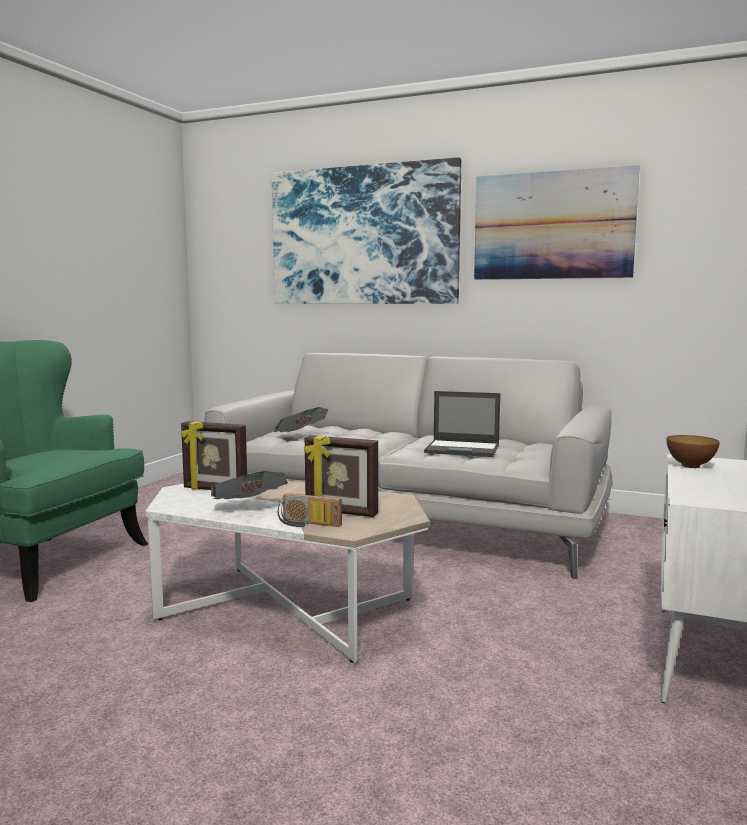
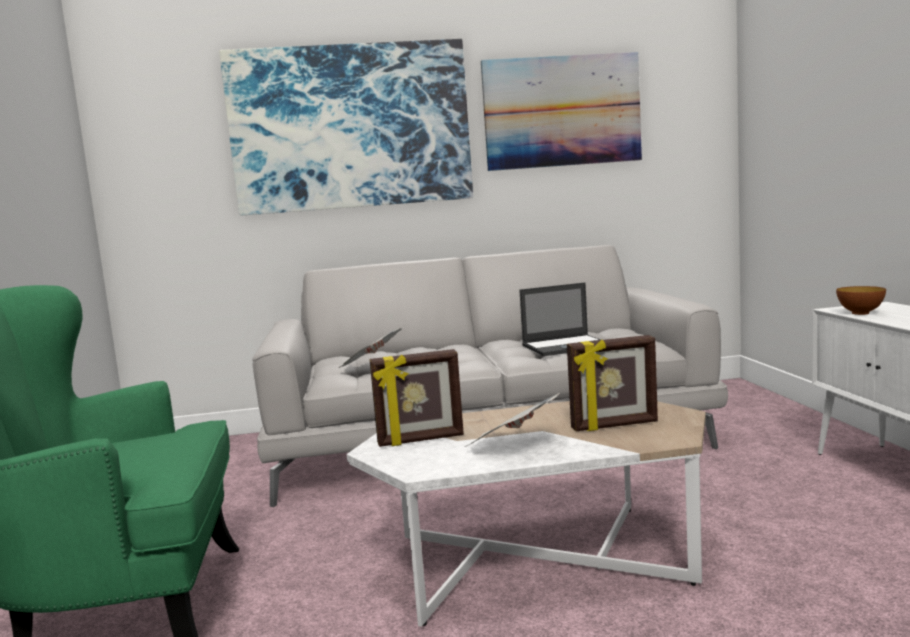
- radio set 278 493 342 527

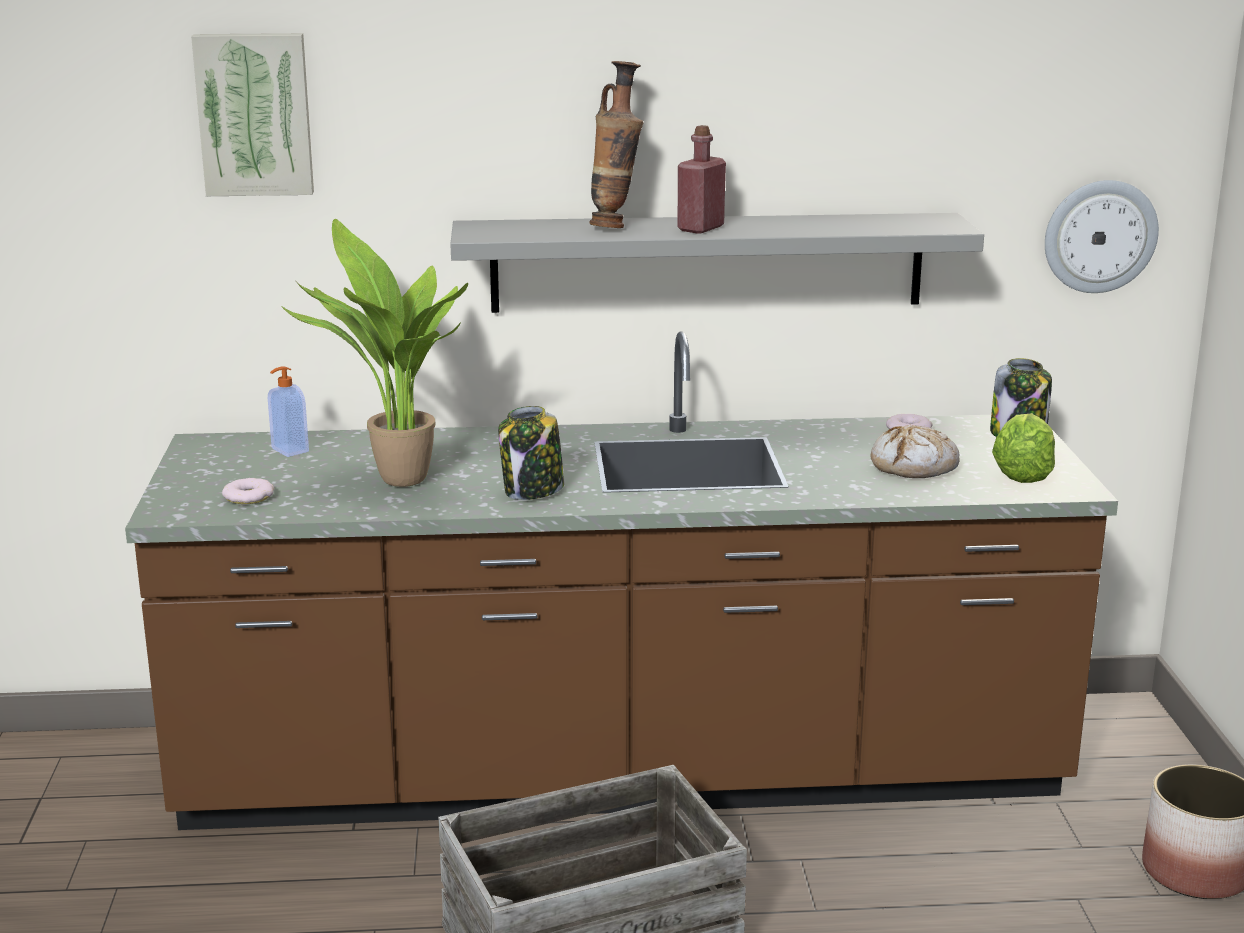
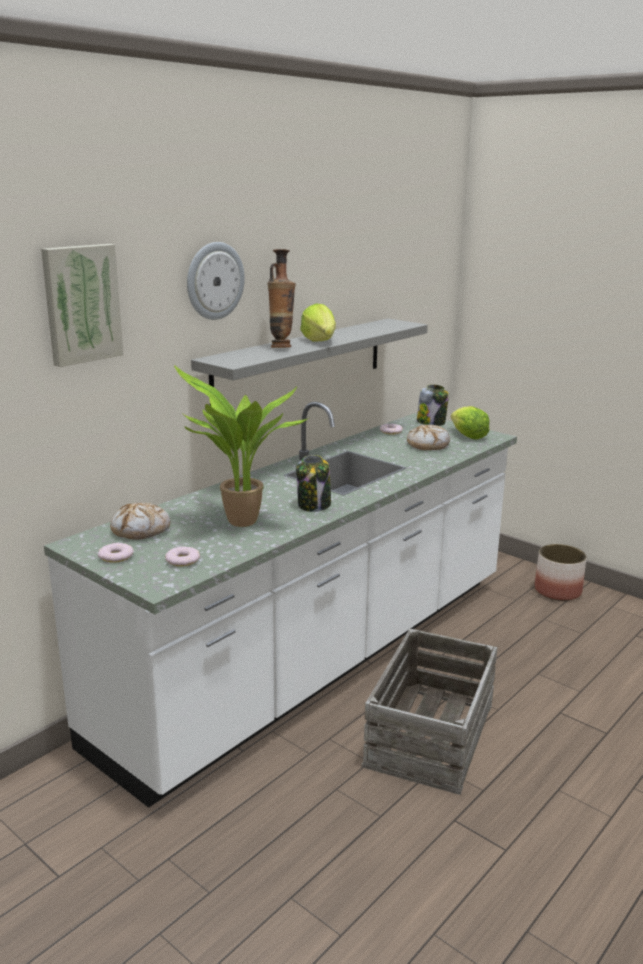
~ kitchen counter (brownish) 125 332 1118 830 to kitchen counter (whitish) 44 402 517 808
+ doughnut 98 543 134 563
~ soap bottle 268 366 309 457 to baked bread 110 502 170 540
~ hanging clock 1045 180 1159 293 to 187 242 245 320
~ bottle (reddish) 677 125 726 234 to head of lettuce 300 303 336 341

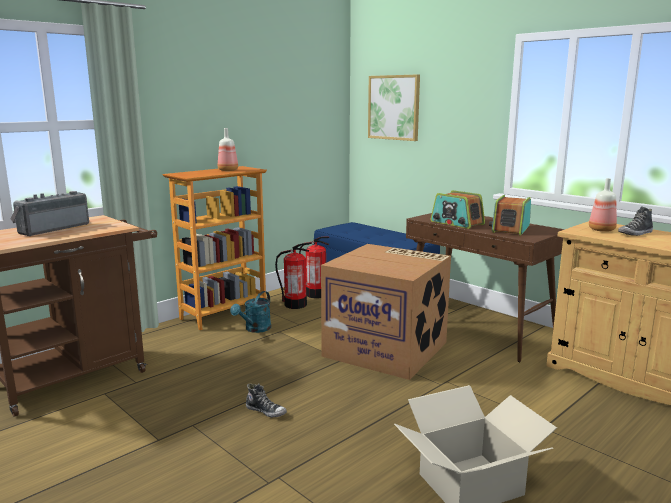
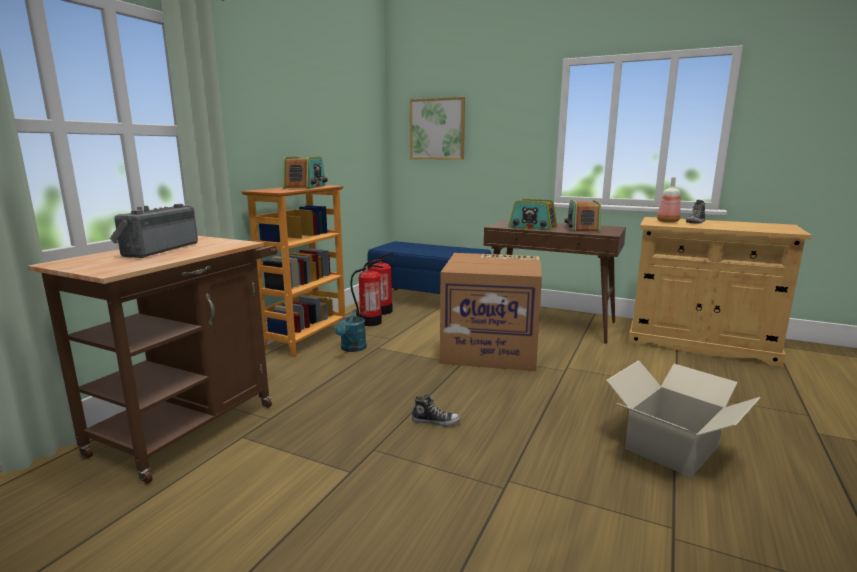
~ bottle 218 128 238 171 to radio set 283 157 328 189

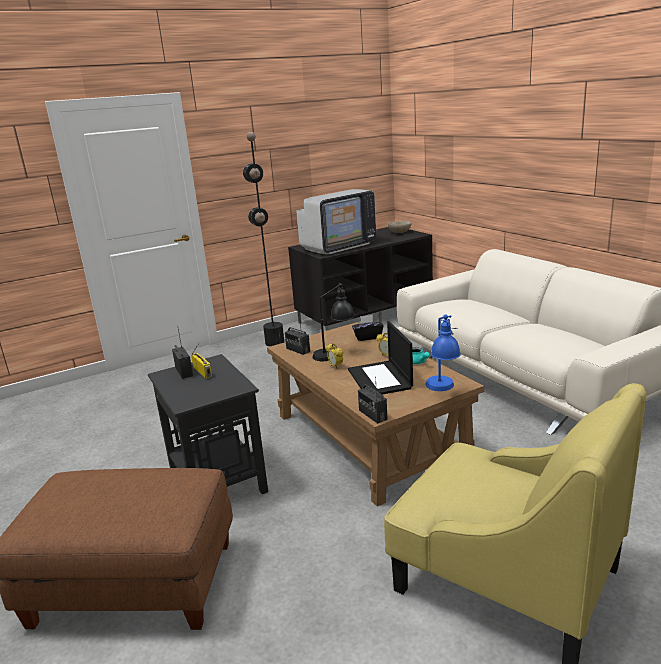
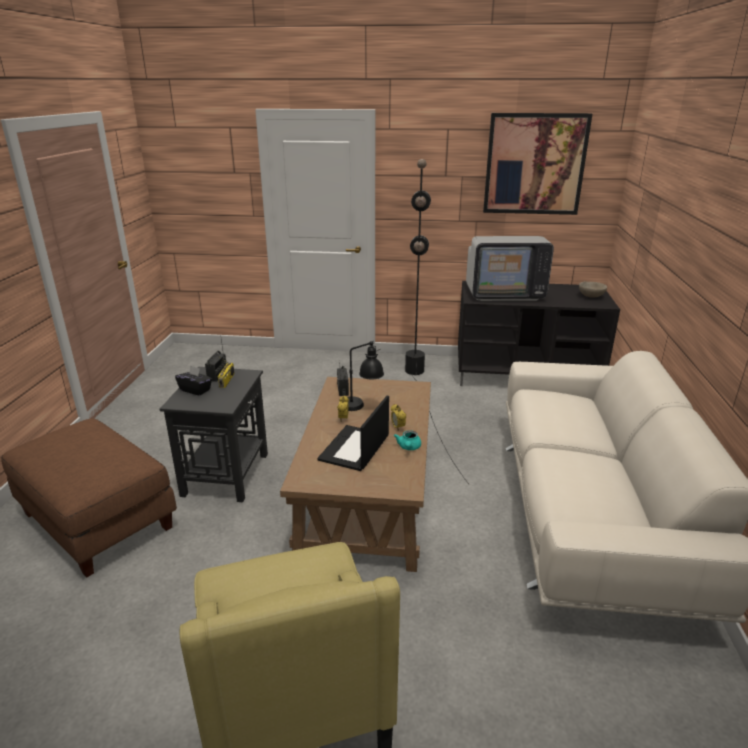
~ box of tissues (black) 352 315 384 341 to 175 366 212 396
+ picture 483 113 592 215
- radio set 358 377 388 424
- tabletop lamp (blue-coloured) 426 315 461 391

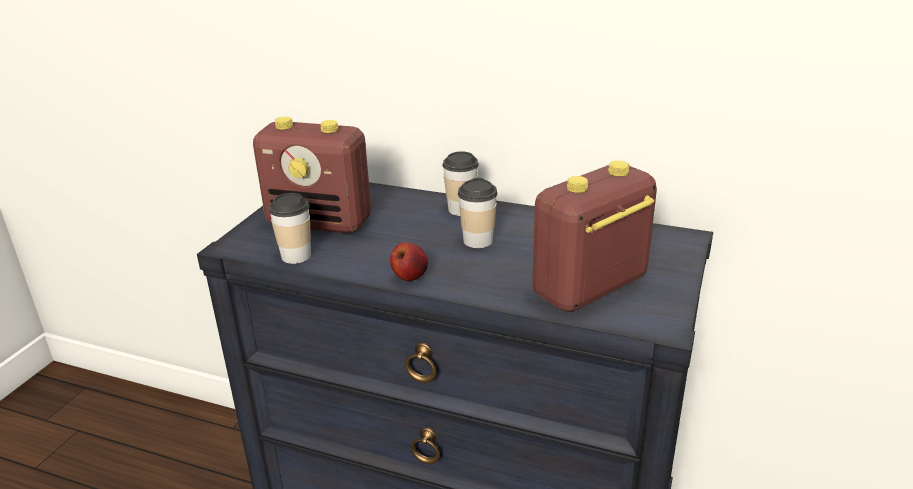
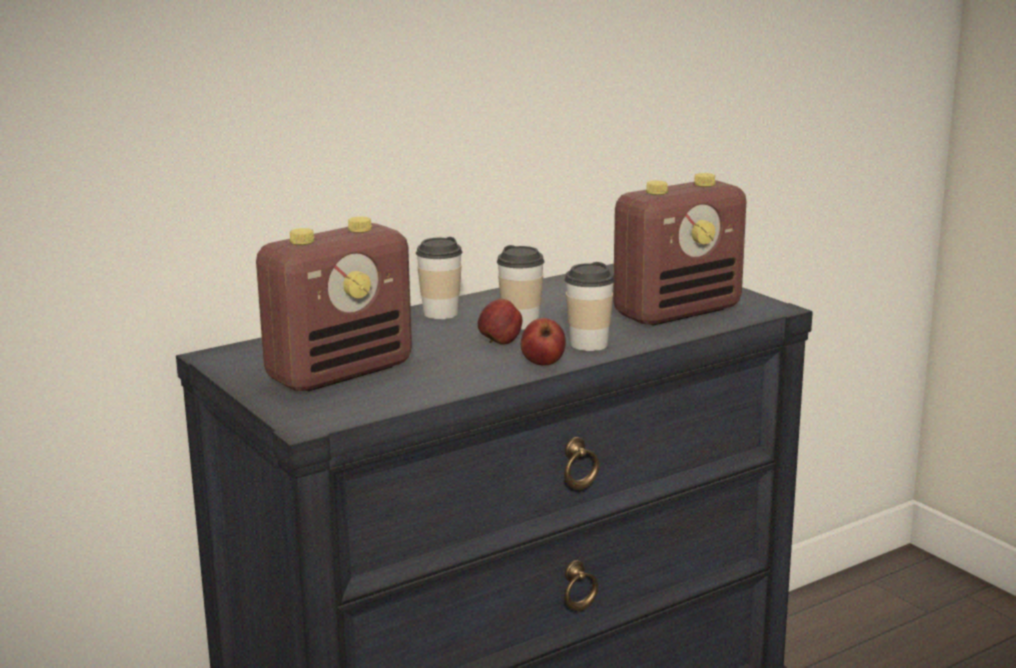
+ apple fruit 478 299 522 345
~ cup 268 193 311 264 to 565 262 615 351
~ radio set 532 161 657 312 = 613 173 746 326 120 degrees counterclockwise

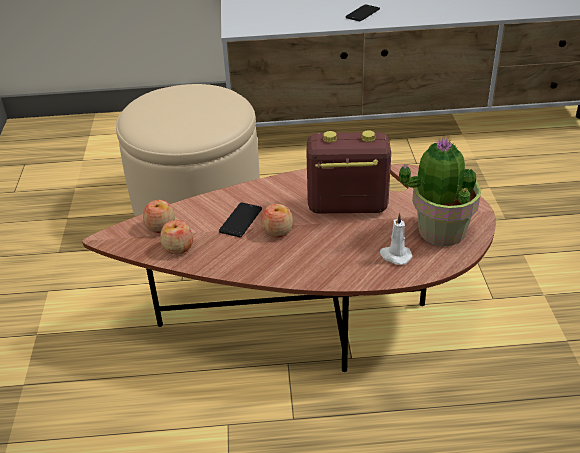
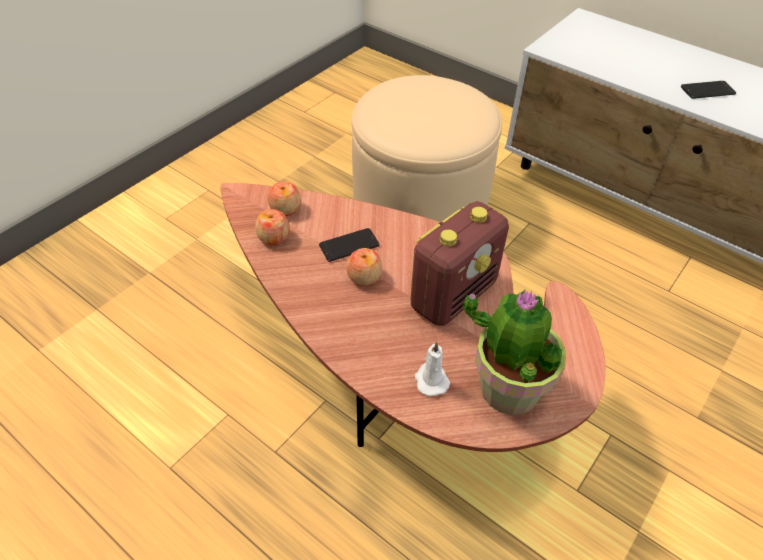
~ radio set 307 130 391 213 = 411 201 509 326 90 degrees clockwise

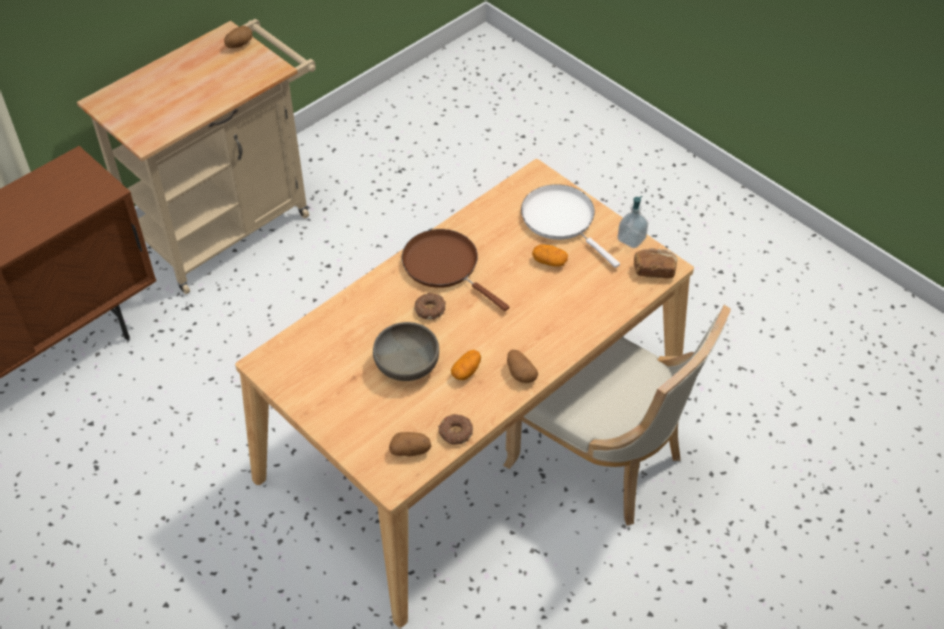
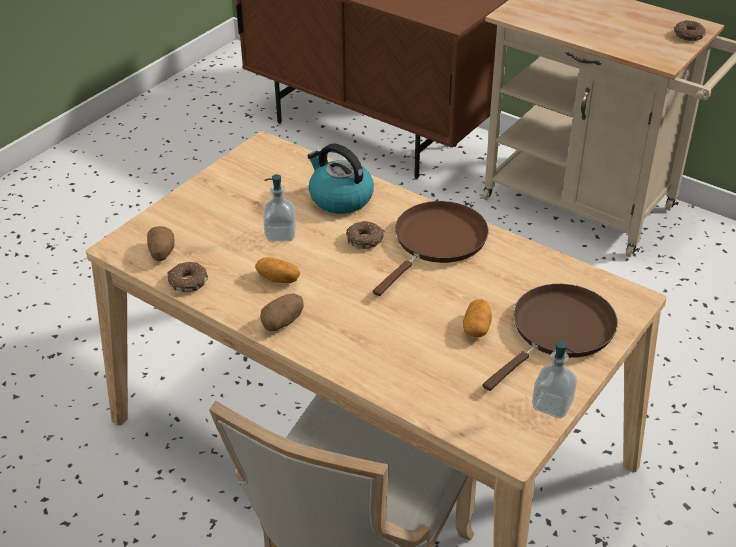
~ serving bowl (gray) 373 322 439 381 to soap bottle 263 174 296 242
+ tea kettle 307 144 374 214
~ skillet (whitish) 521 184 620 268 to skillet (brownish) 483 284 618 391
~ potato 224 26 252 48 to doughnut 674 20 706 41
- baked bread 634 248 677 278

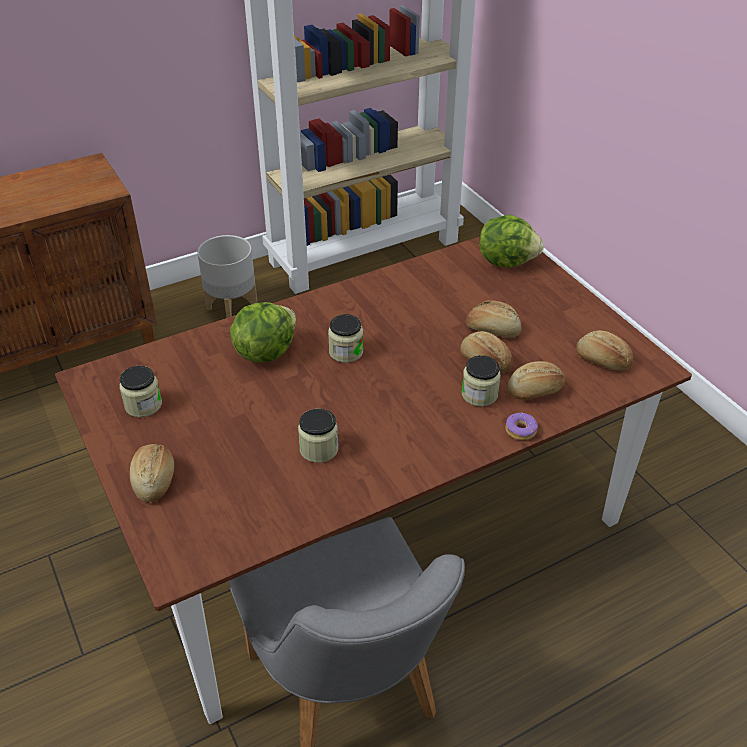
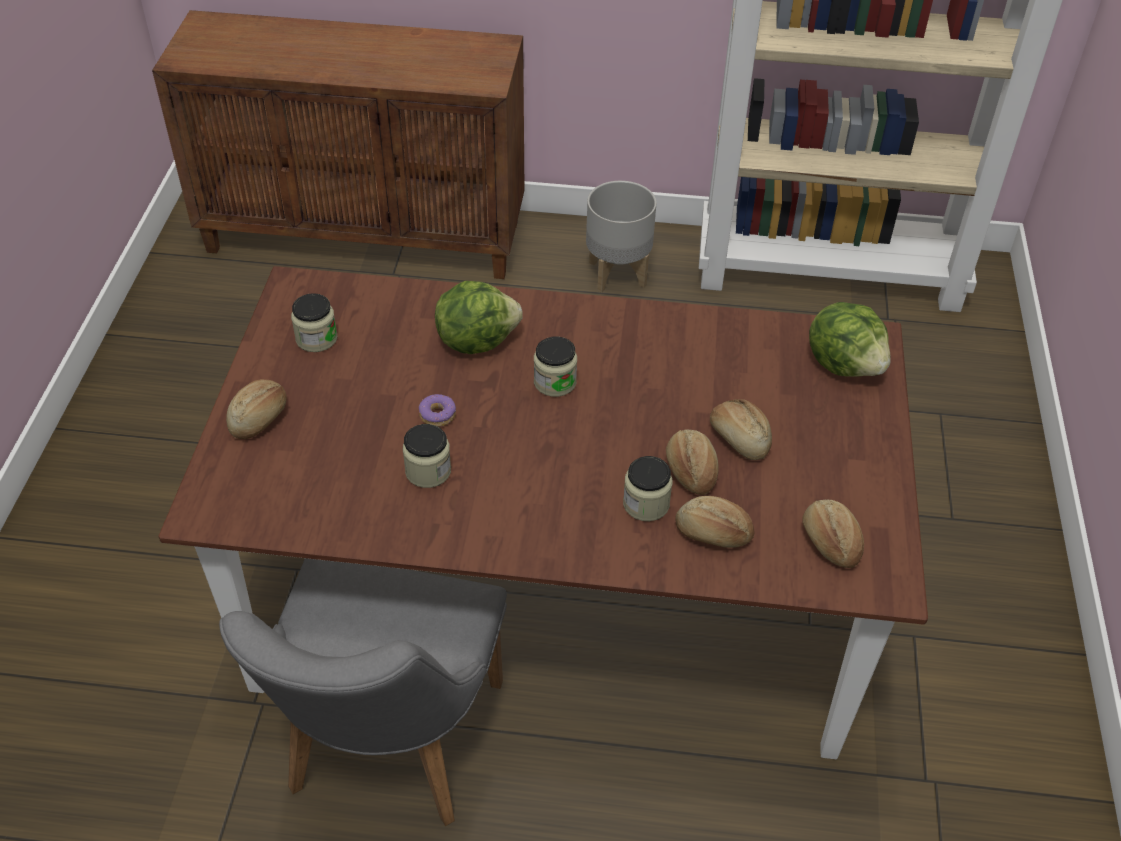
~ doughnut 505 413 538 440 to 419 394 456 427

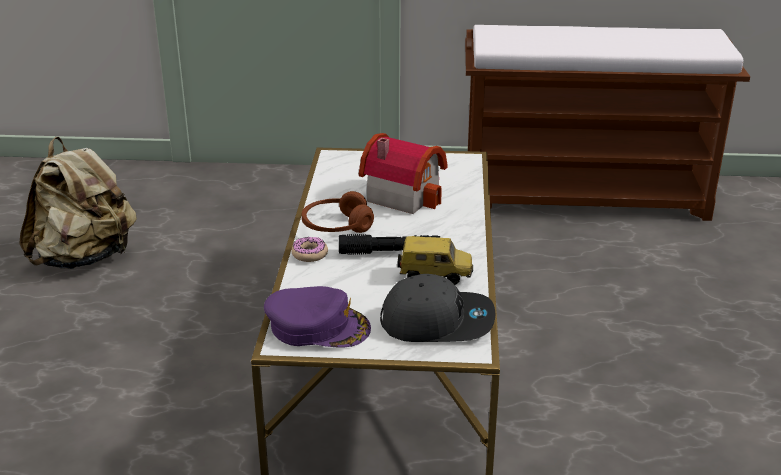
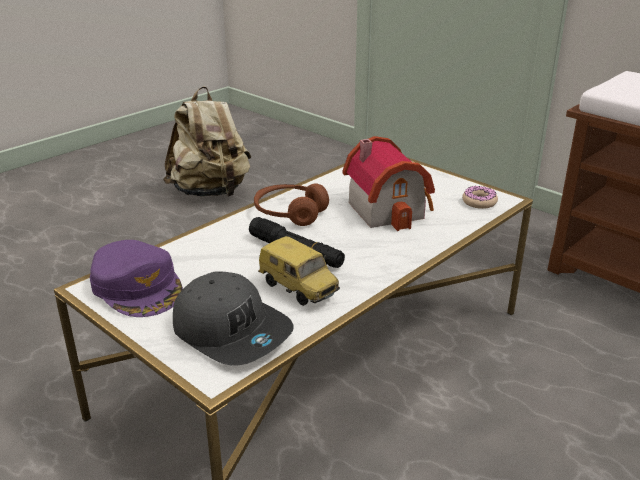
~ doughnut 291 237 328 262 to 462 186 498 209

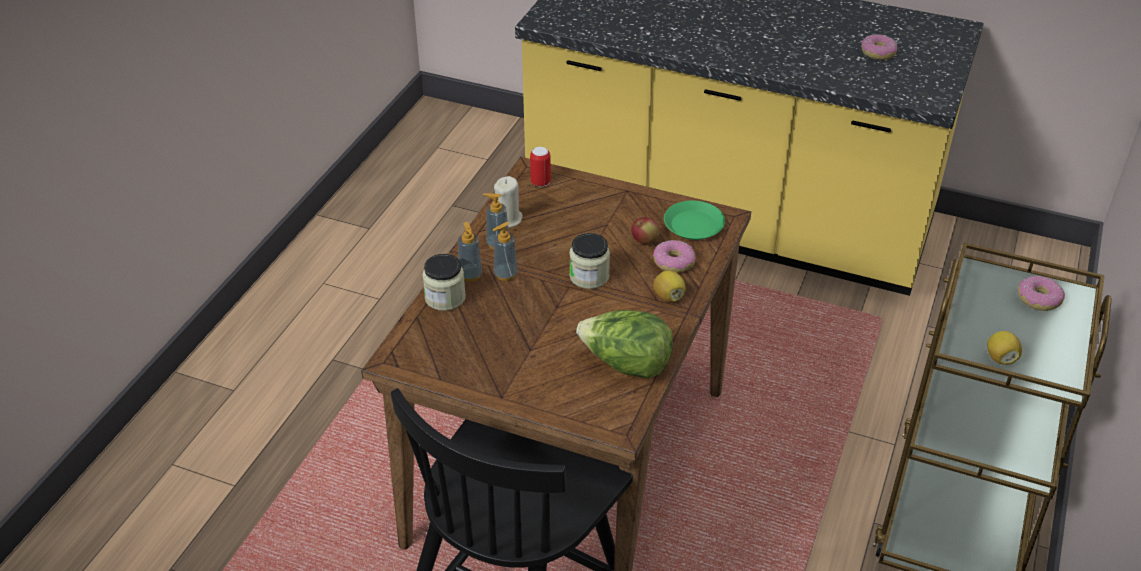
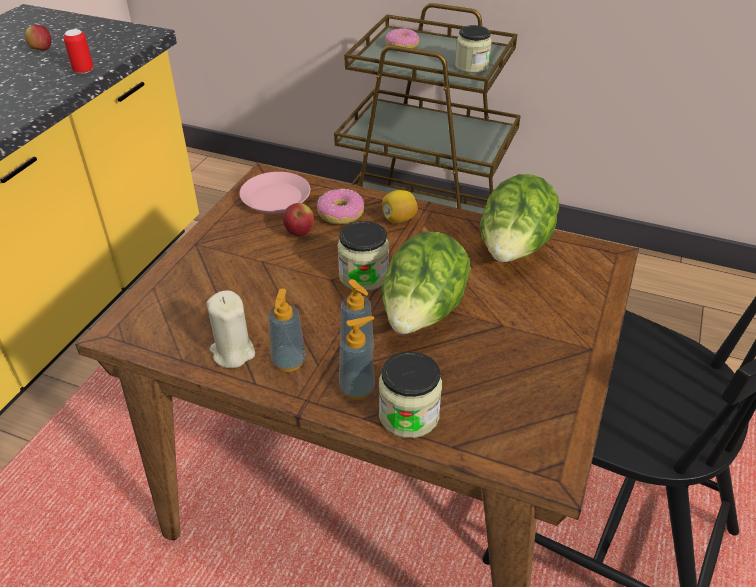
~ doughnut 861 35 898 60 to apple fruit 25 25 52 51
~ metal can 530 147 551 187 to 64 29 93 74
~ plate (greenish) 664 201 725 240 to plate (pink-coloured) 239 172 310 214
+ head of lettuce 381 232 471 334
~ citrus fruit 987 331 1022 365 to jar 455 25 492 73

